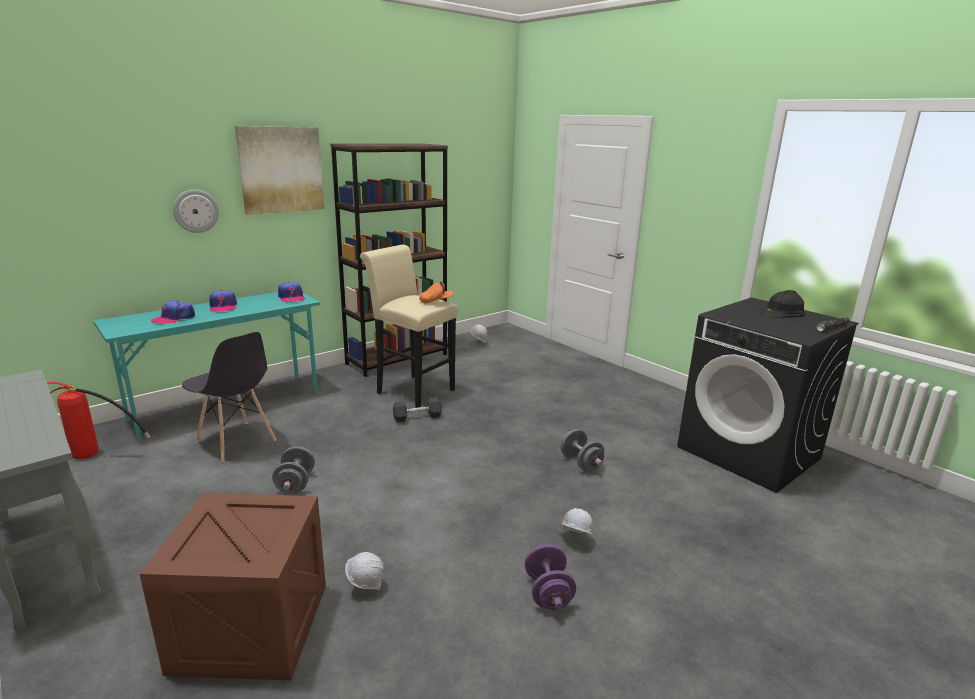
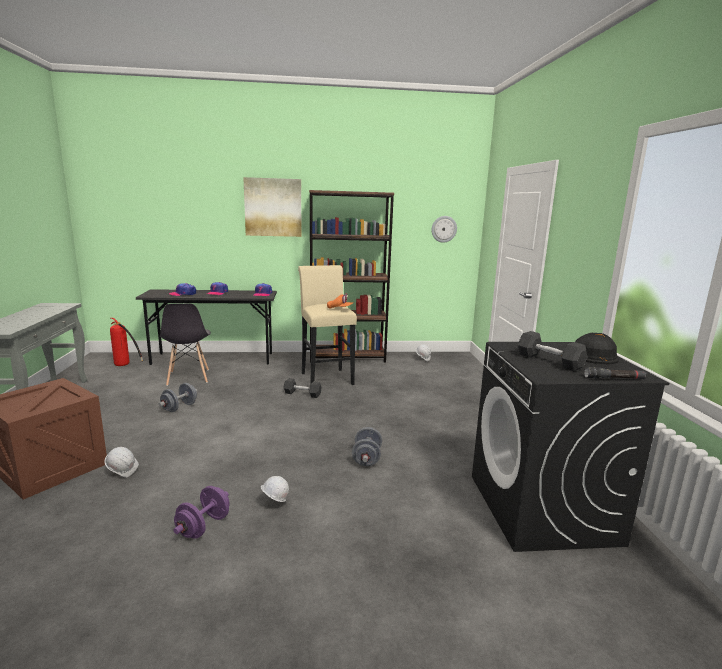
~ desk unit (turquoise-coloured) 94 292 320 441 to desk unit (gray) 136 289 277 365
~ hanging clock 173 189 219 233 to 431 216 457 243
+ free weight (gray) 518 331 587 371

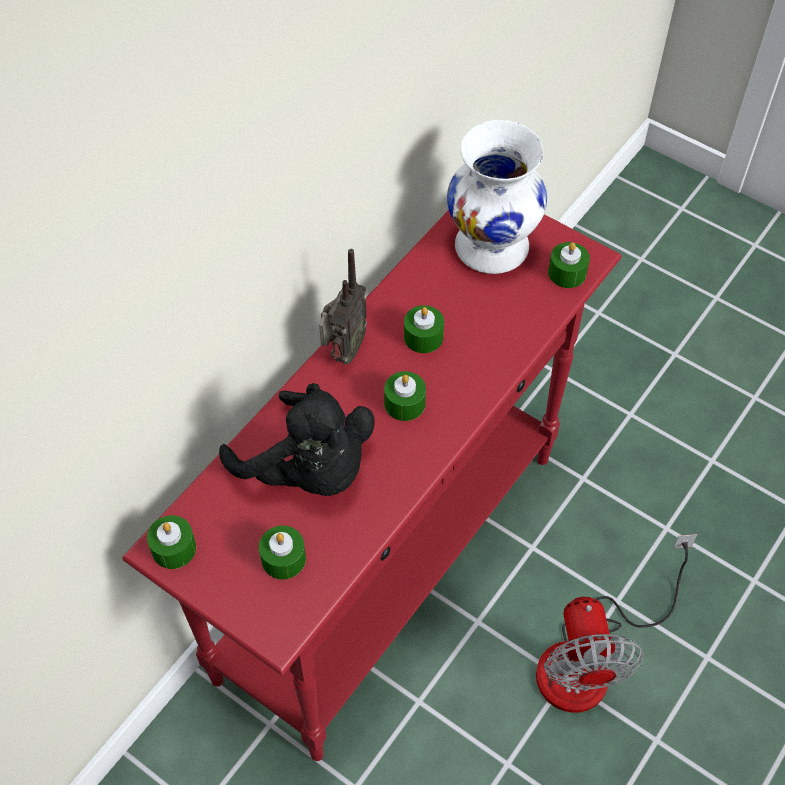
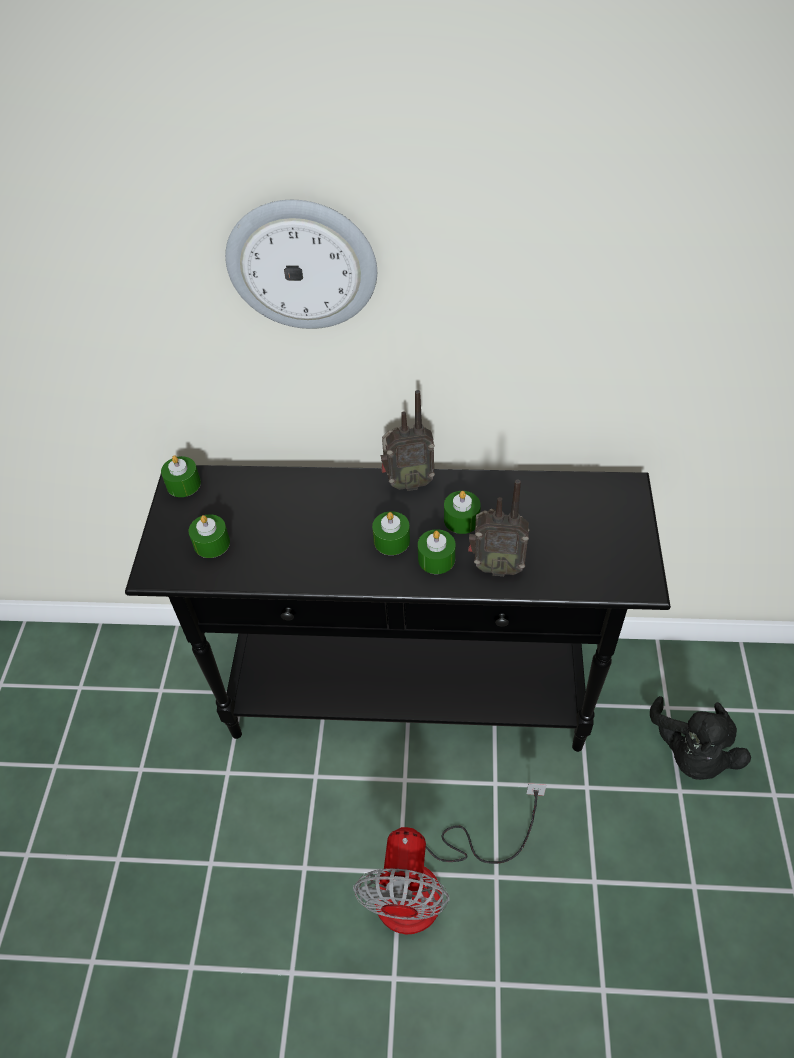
~ hall table (reddish) 122 210 622 761 to hall table (black) 125 465 671 752
+ hanging clock 225 200 377 329
~ electric fan 536 534 697 713 = 353 783 546 935 45 degrees counterclockwise
~ candle (greenish) 548 242 590 288 to 418 529 455 574
+ radio set 468 479 529 576
~ soft toy (black) 219 383 375 496 to 650 696 751 780
- flower vase (whitish) 447 120 547 274

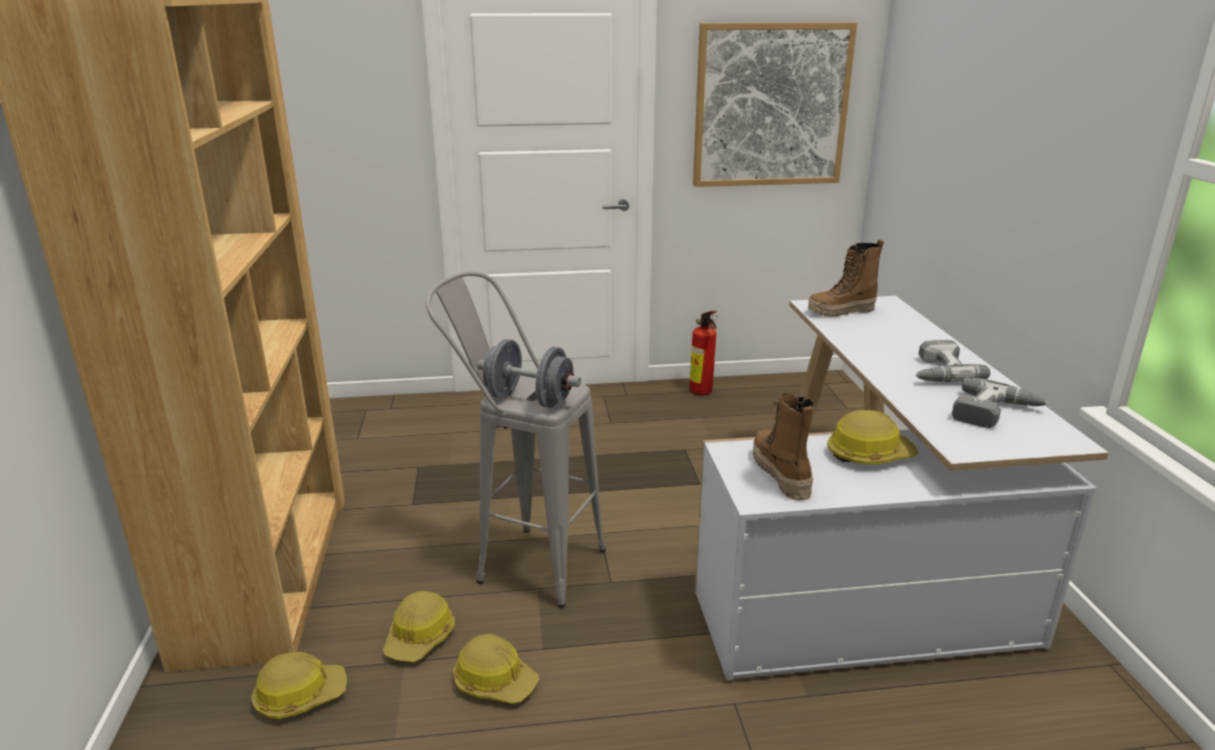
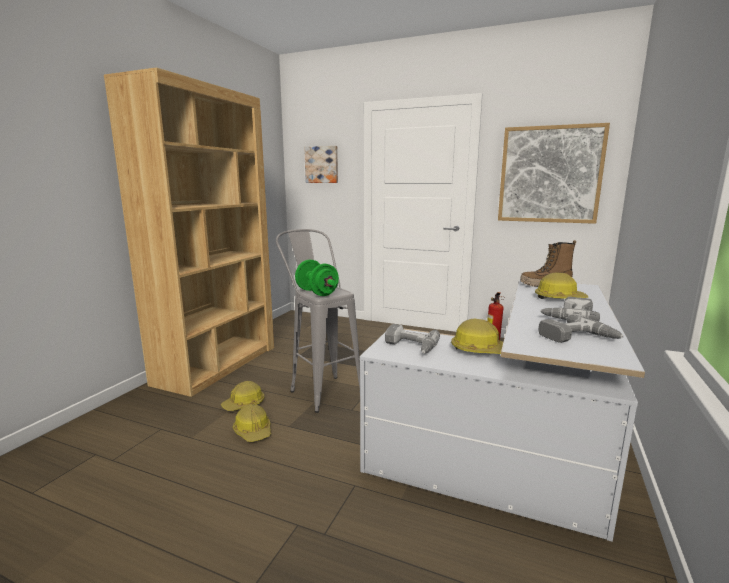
~ free weight (gray) 477 339 581 408 to free weight (greenish) 295 260 339 296
+ picture 304 146 338 183
~ tall boot 753 393 814 501 to drill 385 324 440 354
~ hard hat 251 652 347 719 to 535 272 588 299

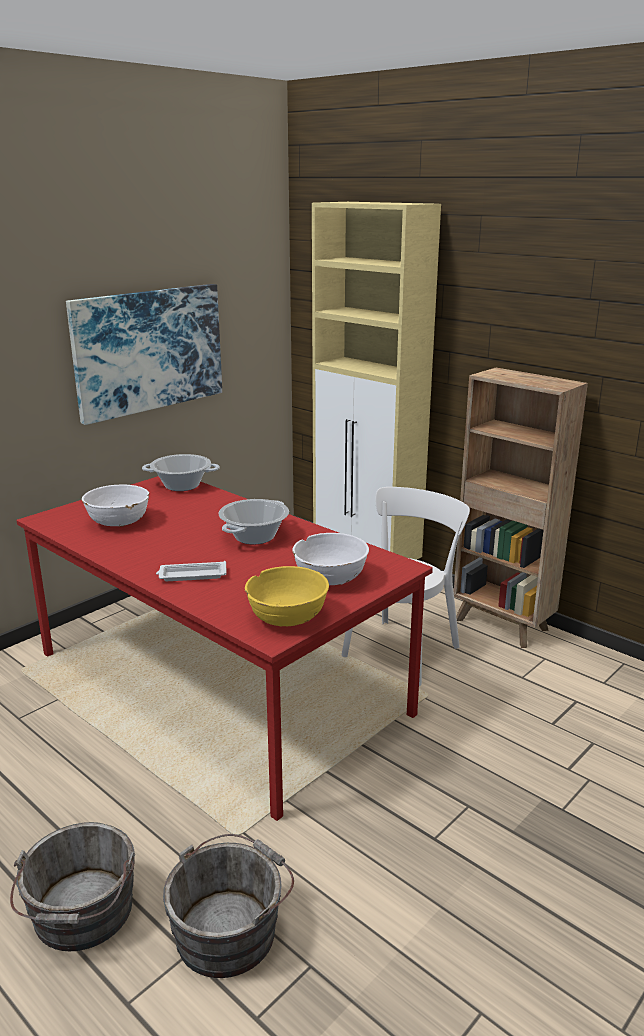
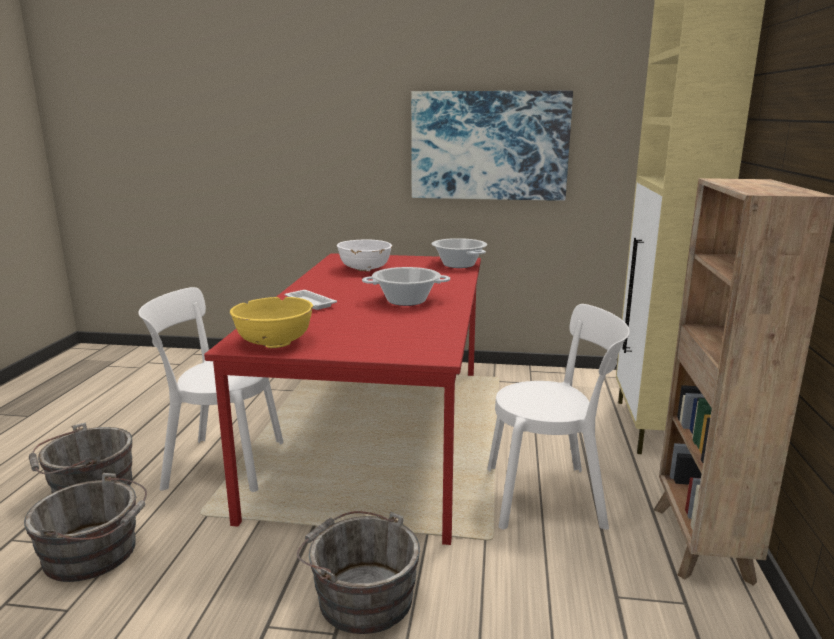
+ plain chair (whitish) 138 287 284 492
+ pail (gray) 297 511 420 634
- serving bowl (whitish) 292 533 369 585

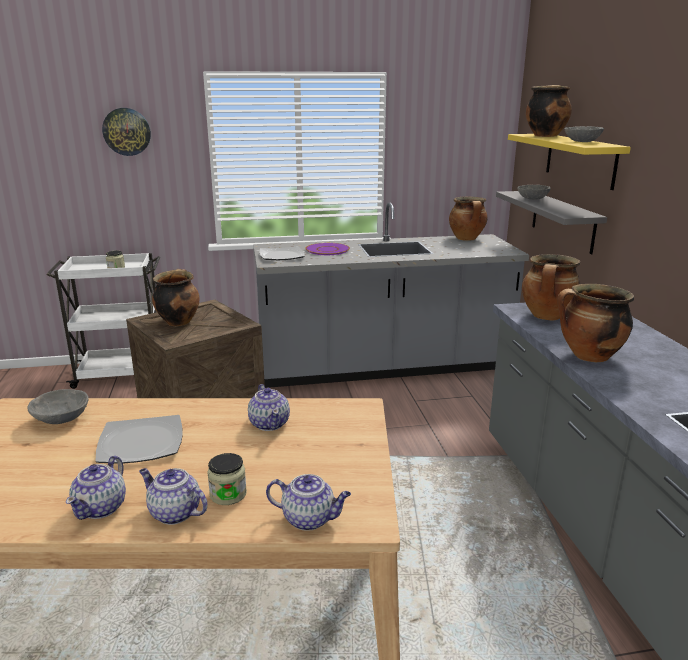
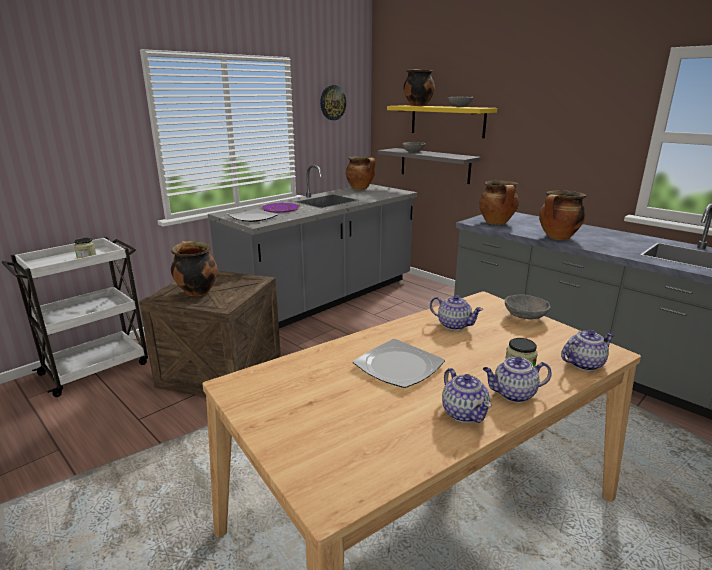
~ hanging clock 102 108 151 156 to 320 85 346 120
~ serving bowl (gray) 27 389 89 424 to 505 294 550 319

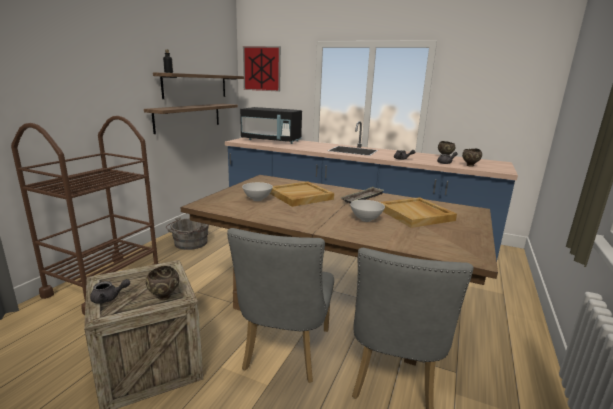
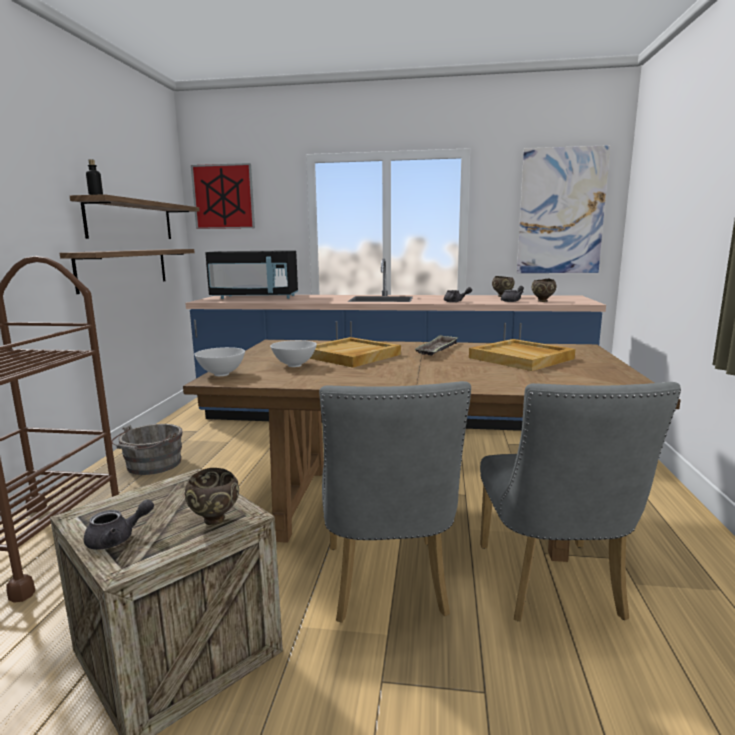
~ serving bowl (whitish) 350 200 385 222 to 194 347 245 376
+ picture 517 145 610 273

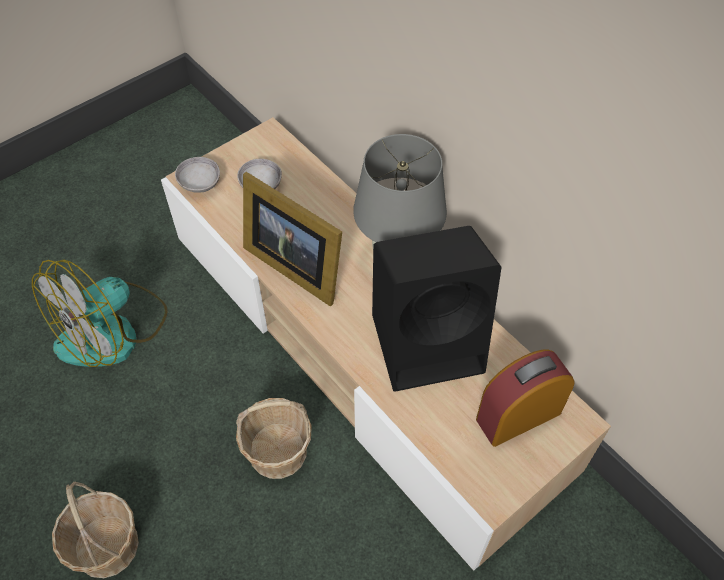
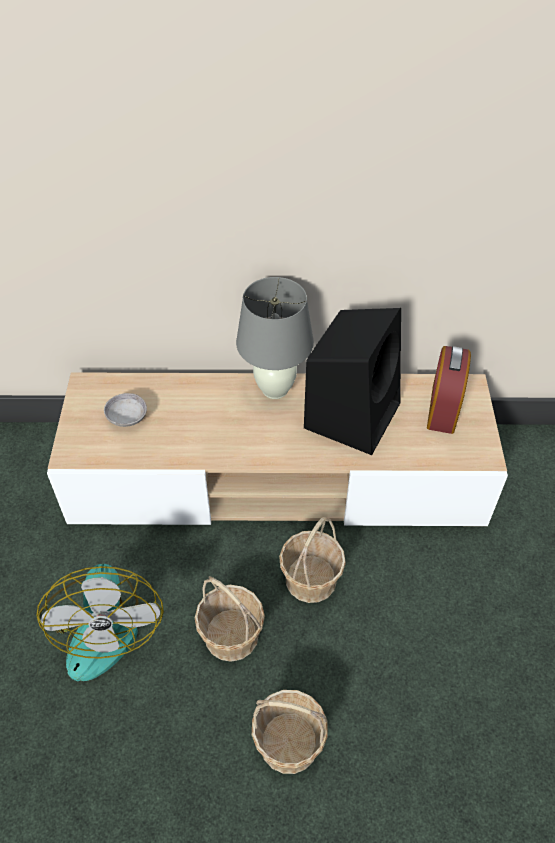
+ household basket 195 576 265 662
- serving bowl (gray) 175 157 220 193
- picture frame 243 172 342 306

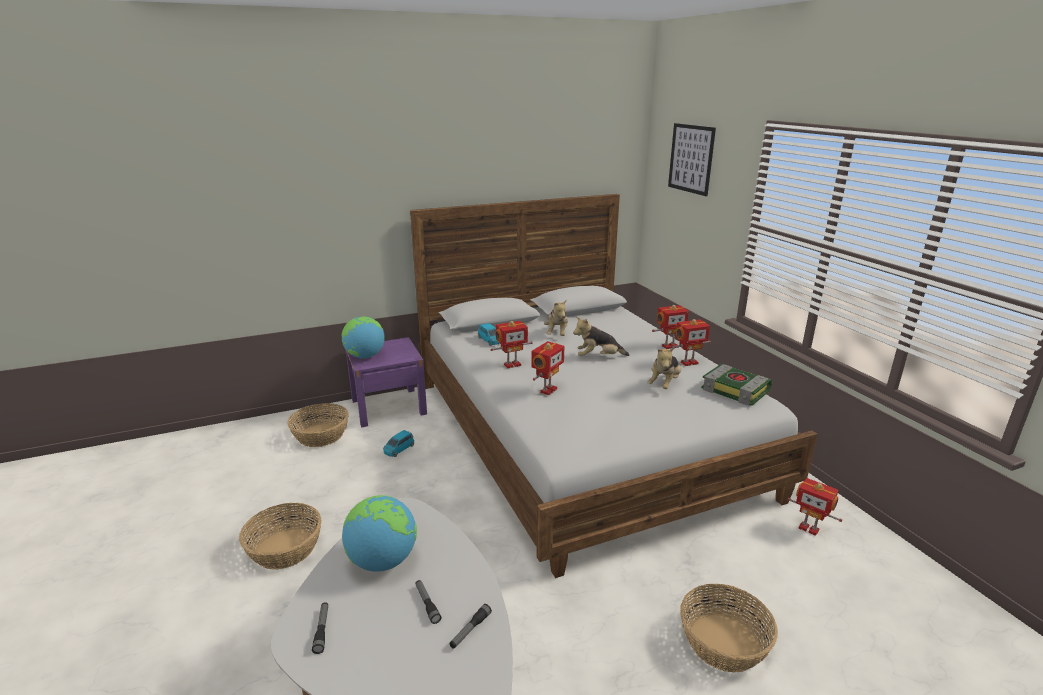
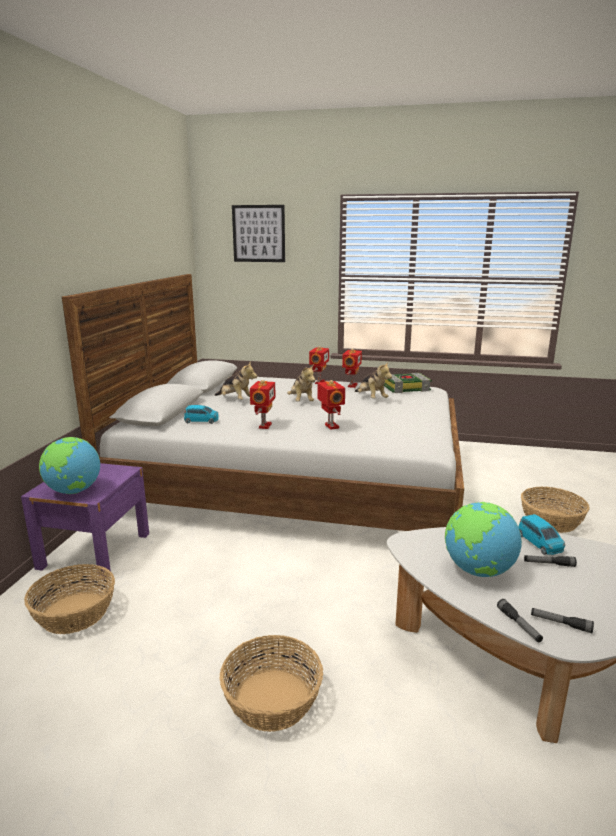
~ soft toy 573 317 629 356 = 287 364 315 401 45 degrees counterclockwise
~ torch 449 604 492 649 to 497 599 543 643
~ model car (blue-coloured) 383 430 414 457 to 518 514 565 555
- toy robot 787 478 842 536

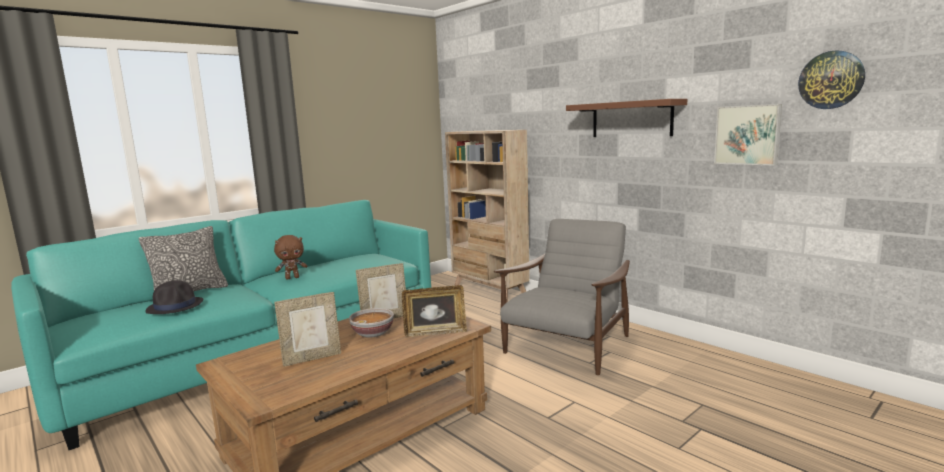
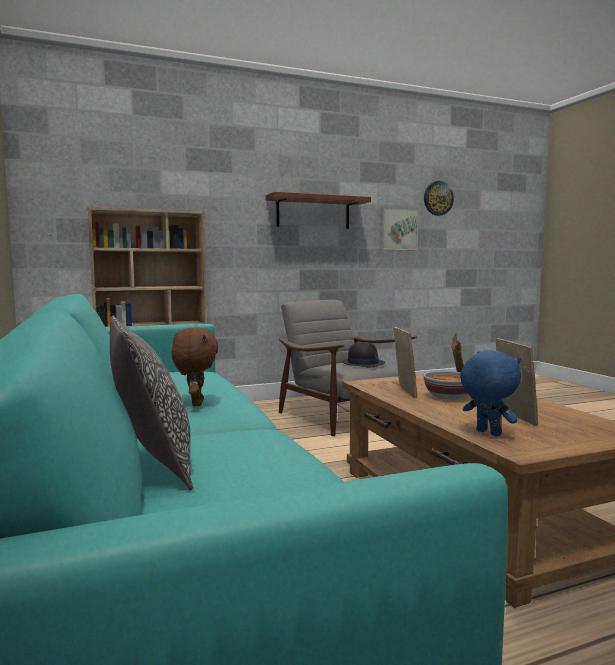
~ wearable hat (black) 145 280 204 314 to 342 342 385 368
+ soft toy (blue-coloured) 460 350 521 436

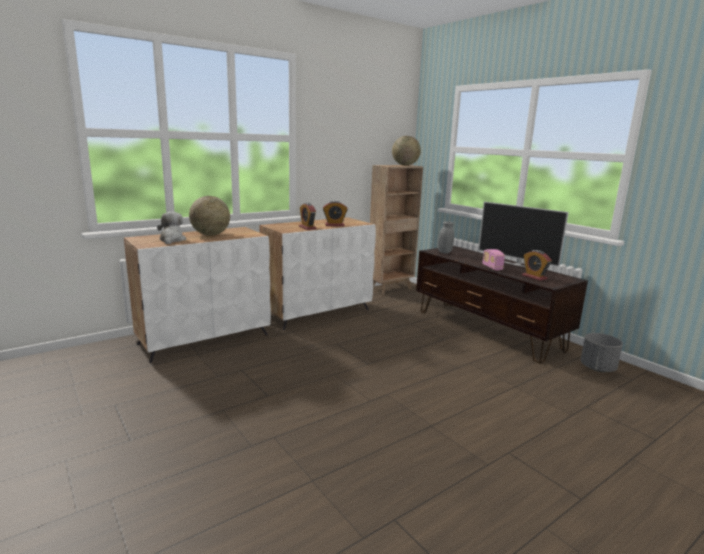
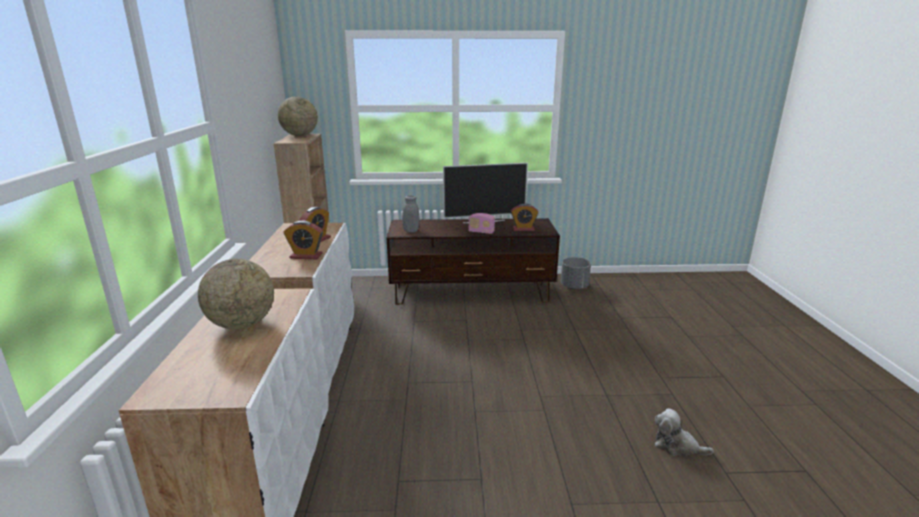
~ soft toy 157 212 186 244 to 655 408 714 456

